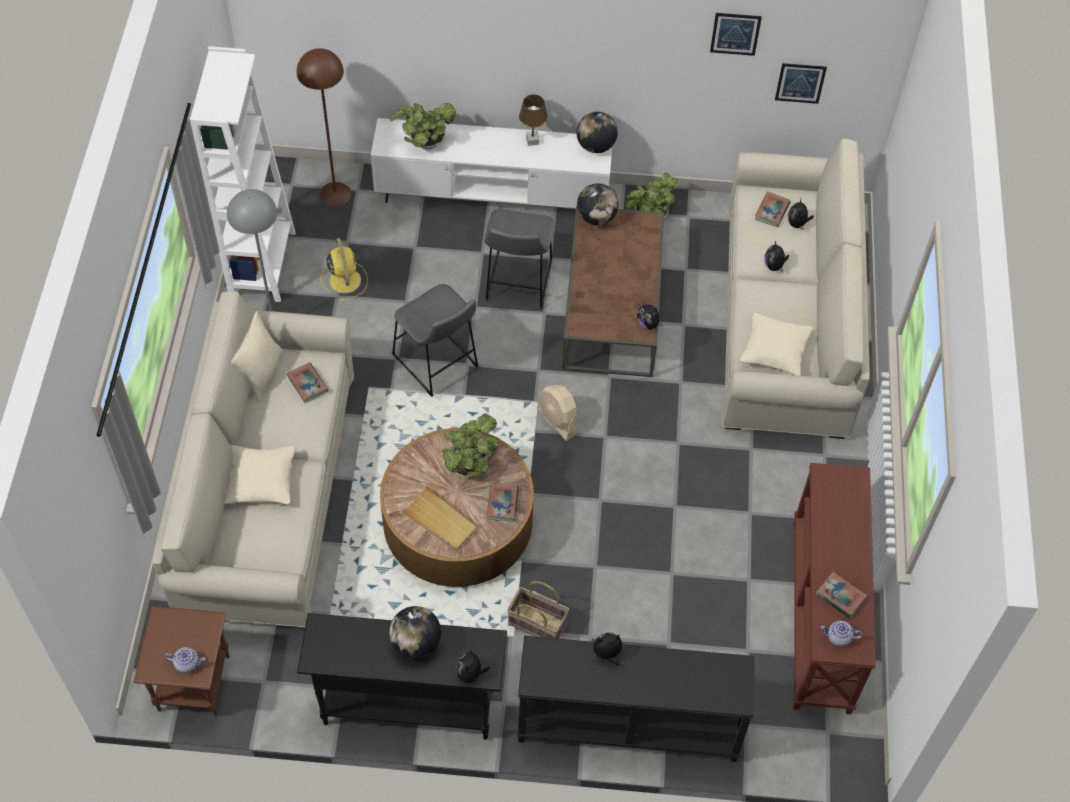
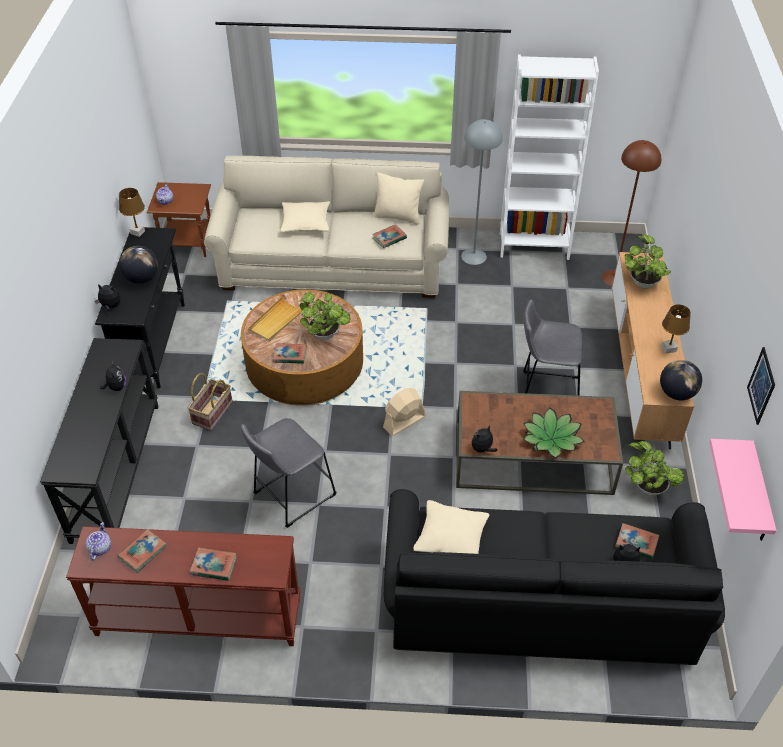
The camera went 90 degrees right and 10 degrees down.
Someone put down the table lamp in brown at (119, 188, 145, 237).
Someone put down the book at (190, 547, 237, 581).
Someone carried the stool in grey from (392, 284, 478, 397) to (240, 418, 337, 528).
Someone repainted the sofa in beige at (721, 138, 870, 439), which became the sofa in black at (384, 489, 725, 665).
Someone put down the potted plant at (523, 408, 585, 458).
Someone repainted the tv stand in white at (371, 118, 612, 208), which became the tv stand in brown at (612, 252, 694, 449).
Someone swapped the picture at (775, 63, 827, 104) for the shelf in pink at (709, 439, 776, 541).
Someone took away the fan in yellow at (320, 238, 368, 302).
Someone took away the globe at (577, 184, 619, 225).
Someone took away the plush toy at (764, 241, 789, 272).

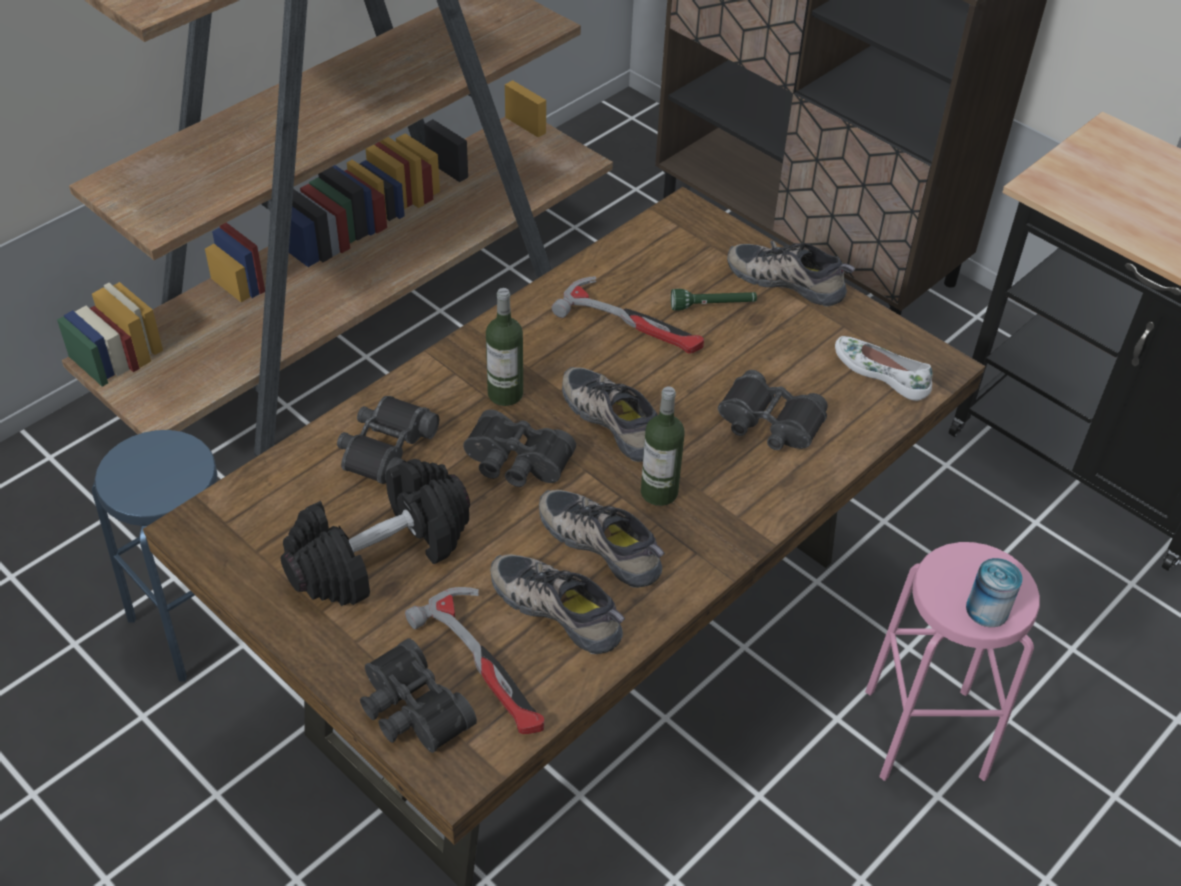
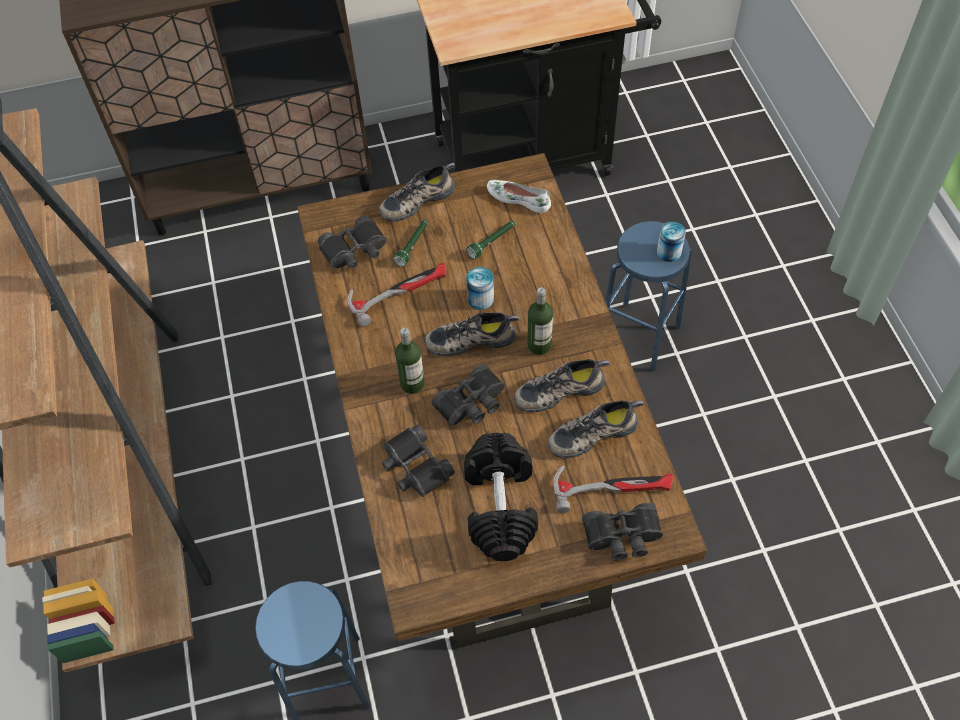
The camera went 55 degrees left and 10 degrees up.
Someone carried the binoculars in black from (718, 370, 828, 450) to (318, 215, 387, 269).
Someone put down the flashlight in green at (466, 221, 515, 259).
Someone put down the can at (466, 267, 494, 310).
Someone rotated the shoe in white at (835, 336, 932, 401) by 45 degrees clockwise.
Someone repainted the stool in pink at (865, 542, 1040, 781), which became the stool in blue at (605, 221, 692, 372).

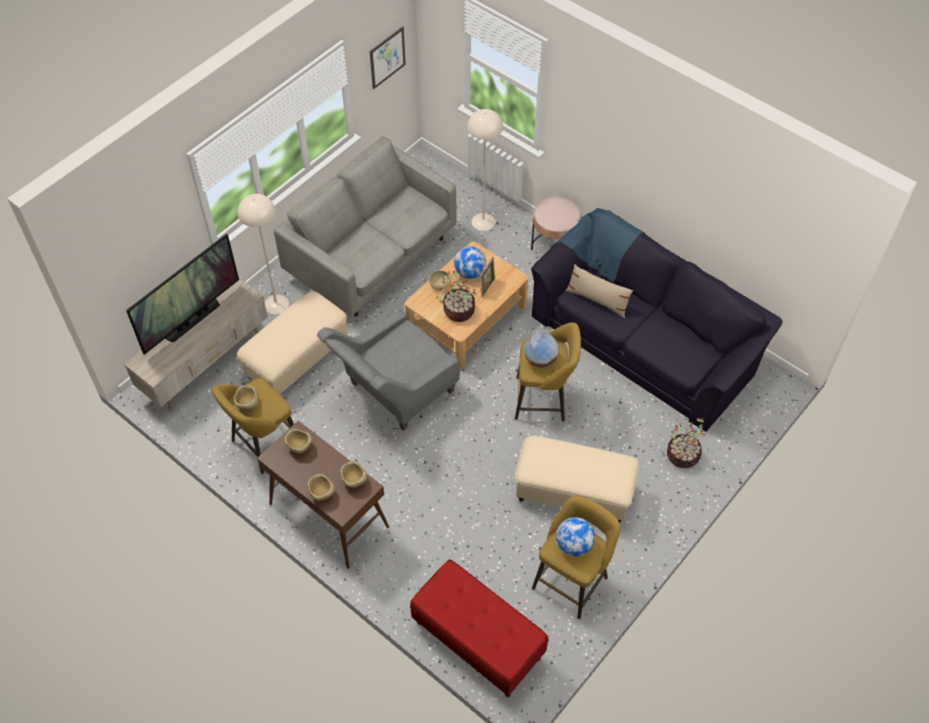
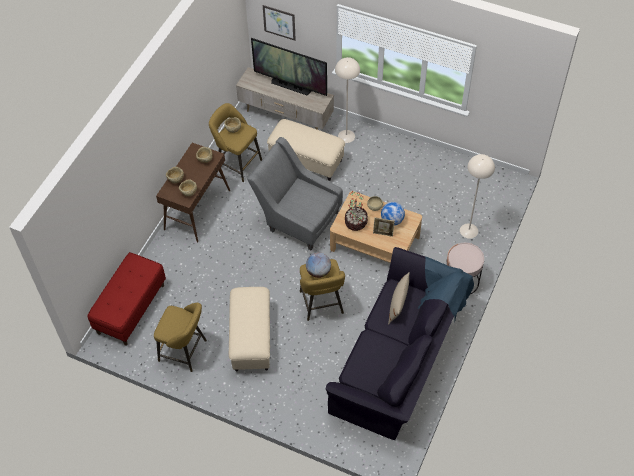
The camera went 75 degrees right and 0 degrees up.
Someone carried the picture from (369, 26, 406, 89) to (263, 5, 296, 41).
Someone took away the sofa in grey at (274, 136, 457, 316).
Someone took away the globe at (556, 517, 595, 556).
Someone took away the potted plant at (667, 417, 706, 468).

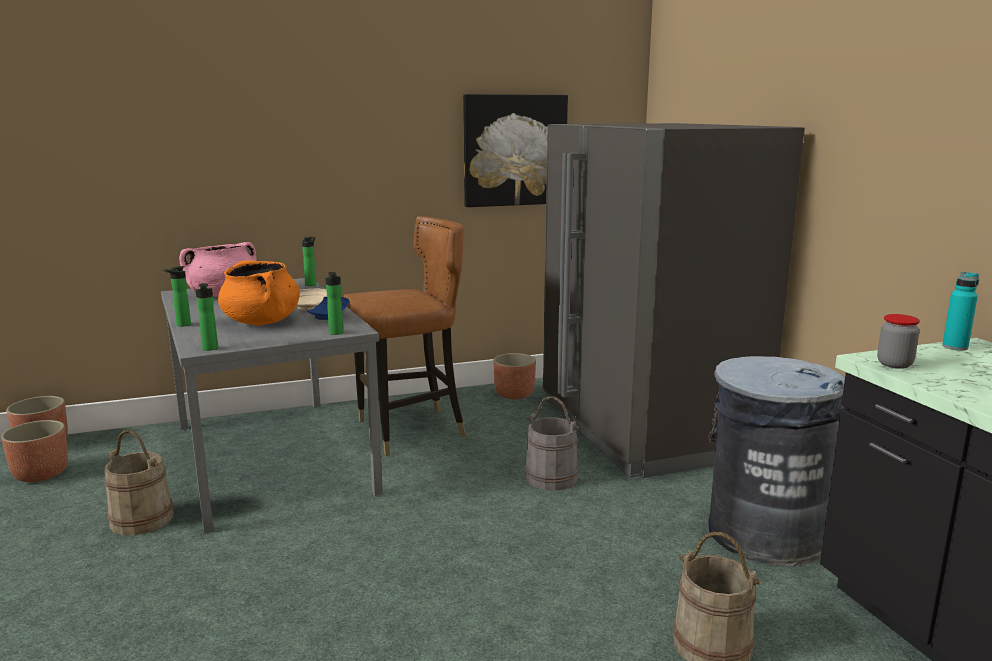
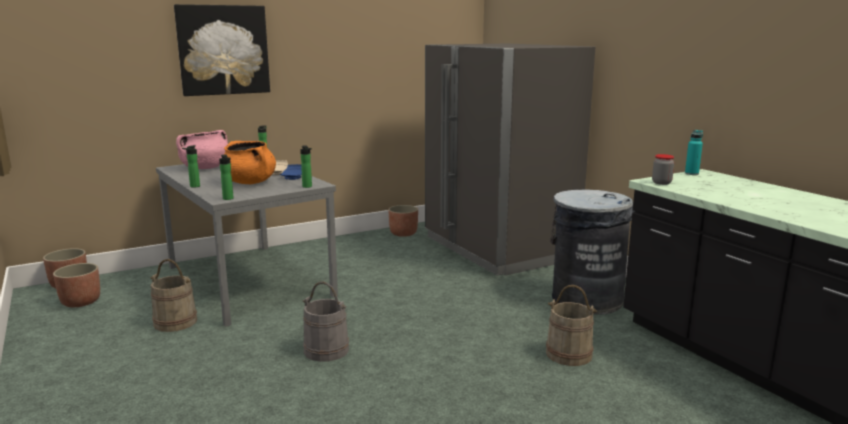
The camera went 10 degrees left and 0 degrees up.
Someone carried the picture from (463, 94, 568, 207) to (174, 4, 270, 96).
Someone carried the bucket in grey from (525, 396, 579, 491) to (303, 281, 349, 362).
Someone took away the chair in brown at (343, 216, 466, 456).

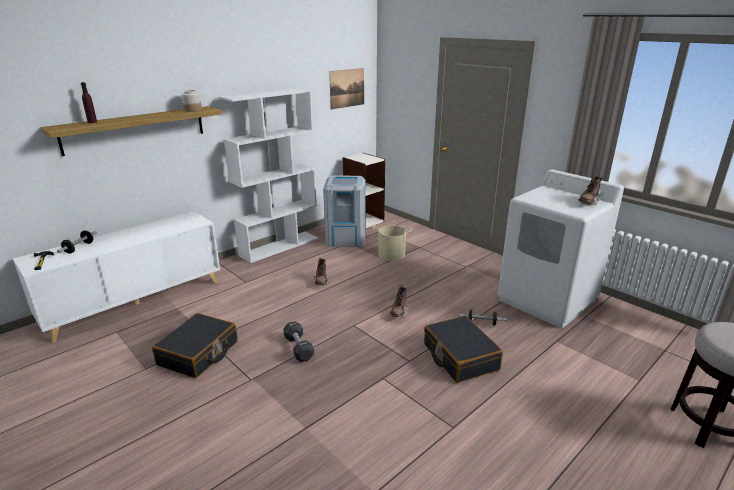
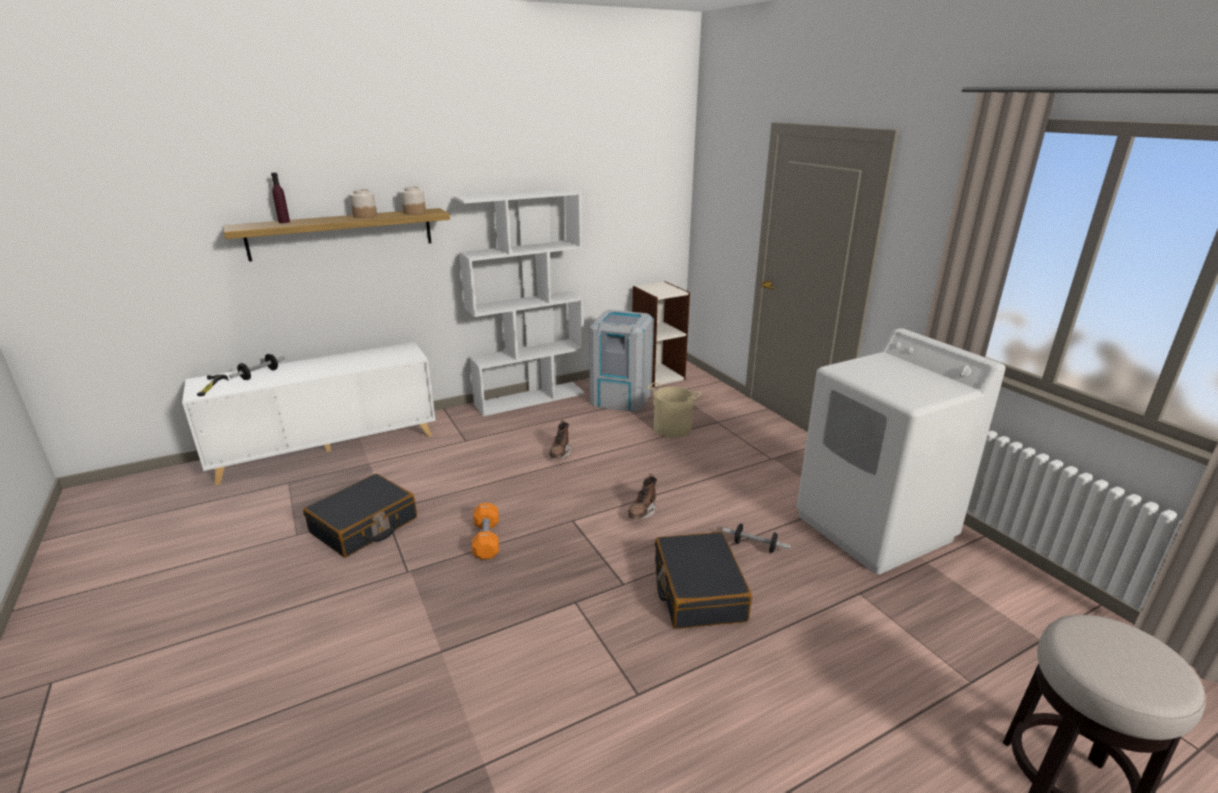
The camera went 15 degrees right and 0 degrees up.
Someone put down the jar at (350, 189, 377, 218).
Someone repainted the dumbbell in black at (283, 321, 314, 362), which became the dumbbell in orange at (472, 503, 499, 560).
Someone took away the picture at (329, 68, 364, 109).
Someone took away the boot in brown at (578, 175, 602, 205).

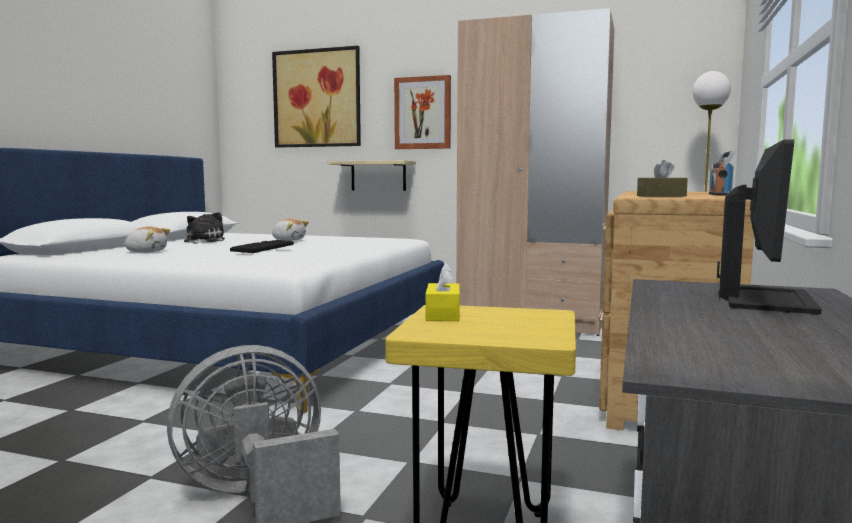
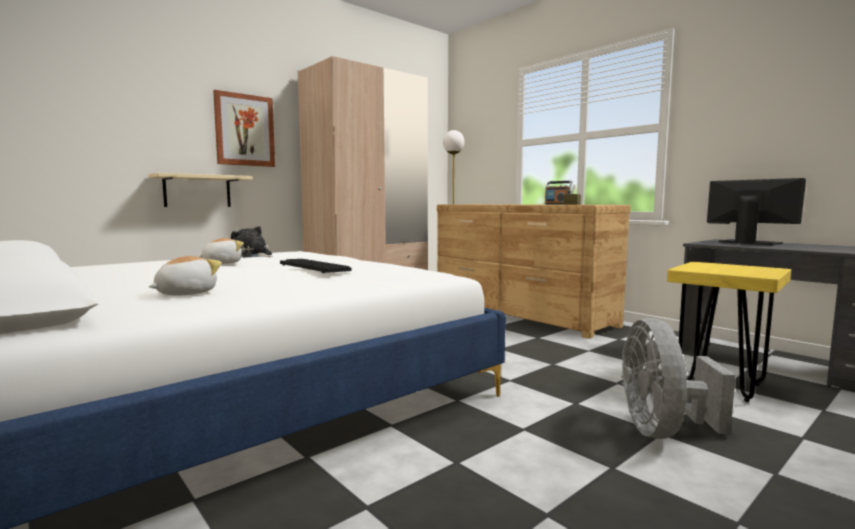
The camera went 60 degrees left and 0 degrees up.
Someone carried the plush toy from (184, 212, 225, 244) to (231, 226, 273, 257).
Someone took away the picture at (272, 46, 361, 148).
Someone took away the tissue box in yellow at (425, 263, 460, 321).

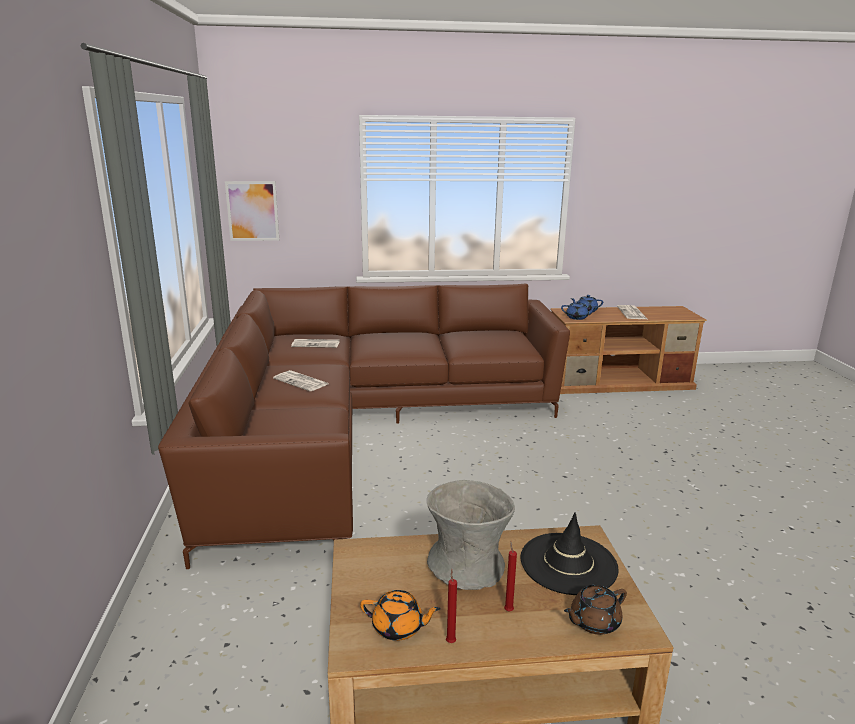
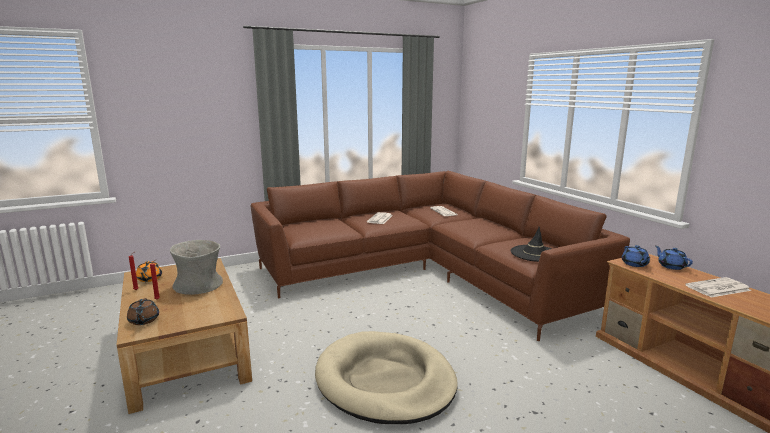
The camera went 70 degrees right and 5 degrees down.
Someone rotated the teapot in brown at (564, 585, 627, 635) by 150 degrees counterclockwise.
Someone put down the dog bed in beige at (315, 331, 458, 424).
Someone carried the hat in black from (521, 513, 619, 595) to (511, 227, 552, 262).
Someone took away the picture at (225, 181, 279, 241).

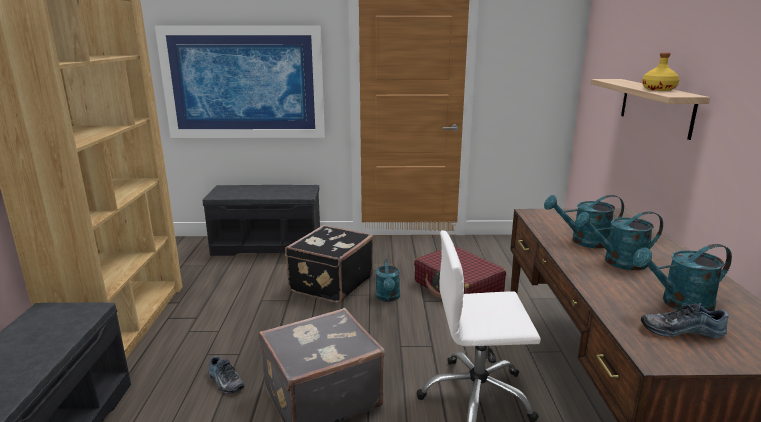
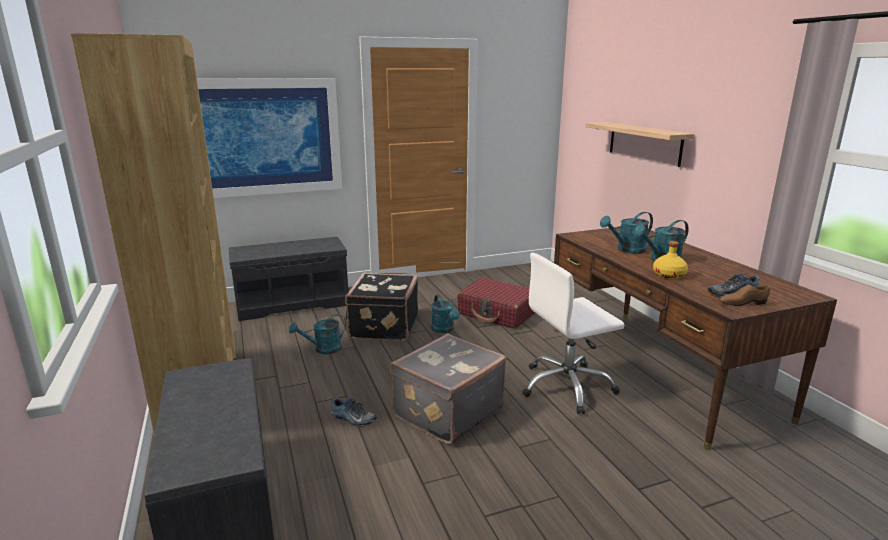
The camera went 20 degrees left and 0 degrees up.
Someone carried the watering can in turquoise from (633, 244, 732, 311) to (289, 314, 346, 354).
Someone carried the bottle in yellow from (642, 53, 679, 91) to (653, 241, 688, 279).
Someone put down the shoe in brown at (719, 284, 770, 306).

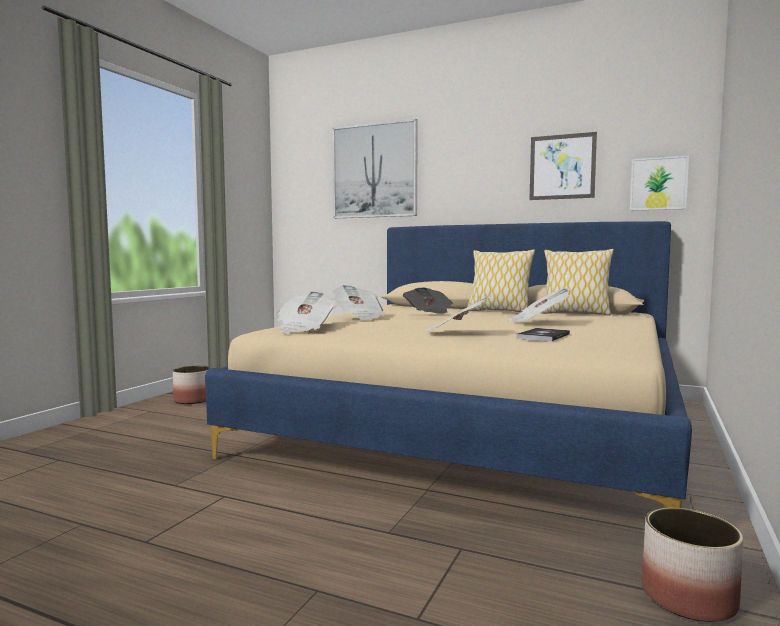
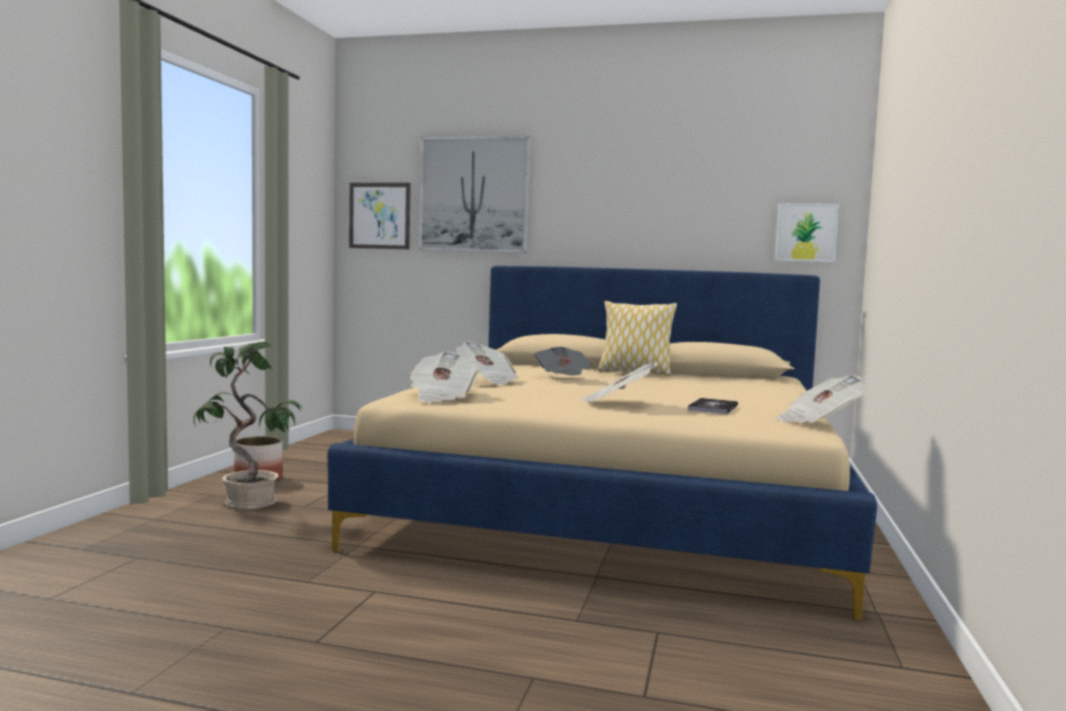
The camera went 10 degrees left and 0 degrees up.
Someone put down the potted plant at (193, 342, 302, 510).
Someone carried the picture from (529, 132, 597, 200) to (349, 183, 411, 249).
Someone carried the newspaper from (508, 288, 571, 322) to (776, 376, 867, 423).
Someone took away the pillow at (542, 249, 614, 316).
Someone took away the planter at (642, 508, 743, 622).

